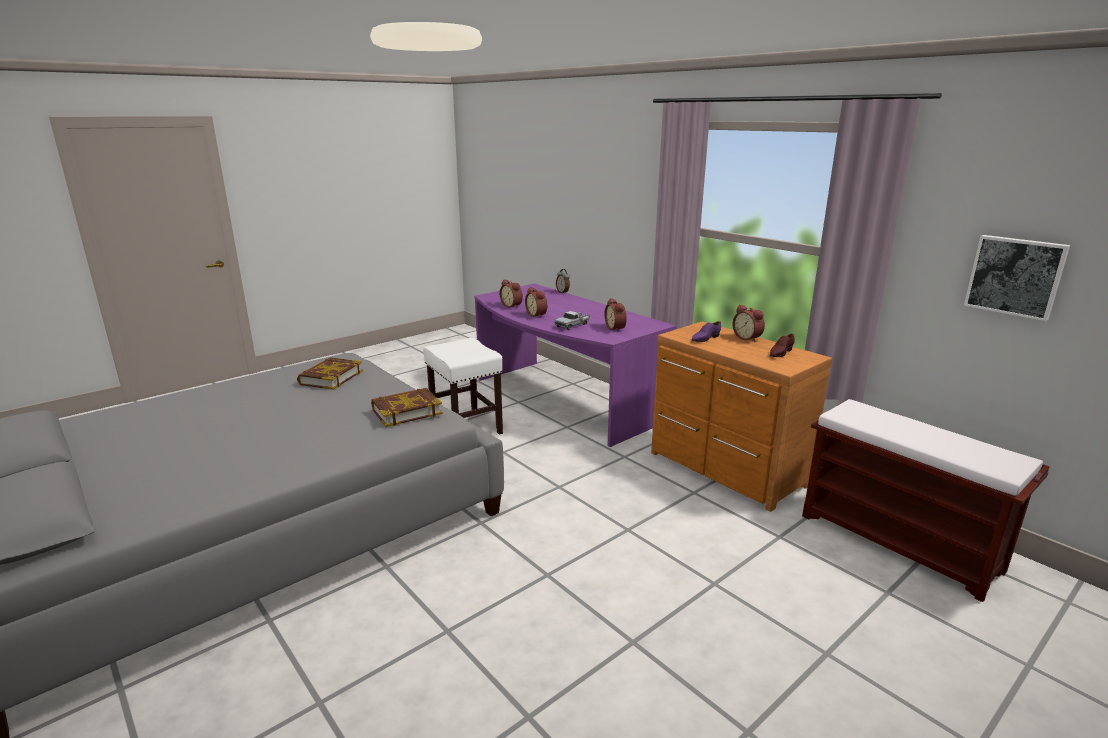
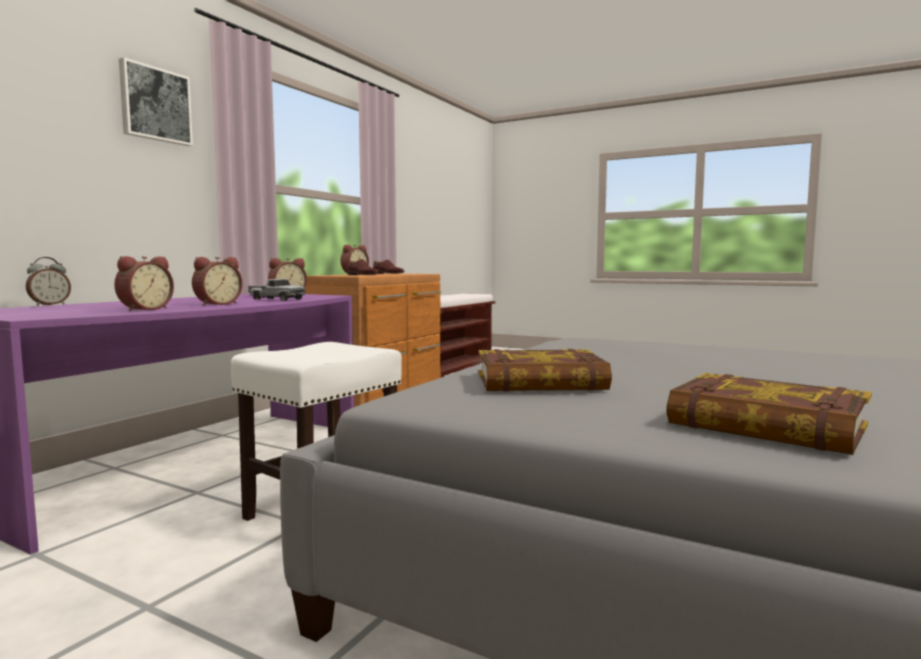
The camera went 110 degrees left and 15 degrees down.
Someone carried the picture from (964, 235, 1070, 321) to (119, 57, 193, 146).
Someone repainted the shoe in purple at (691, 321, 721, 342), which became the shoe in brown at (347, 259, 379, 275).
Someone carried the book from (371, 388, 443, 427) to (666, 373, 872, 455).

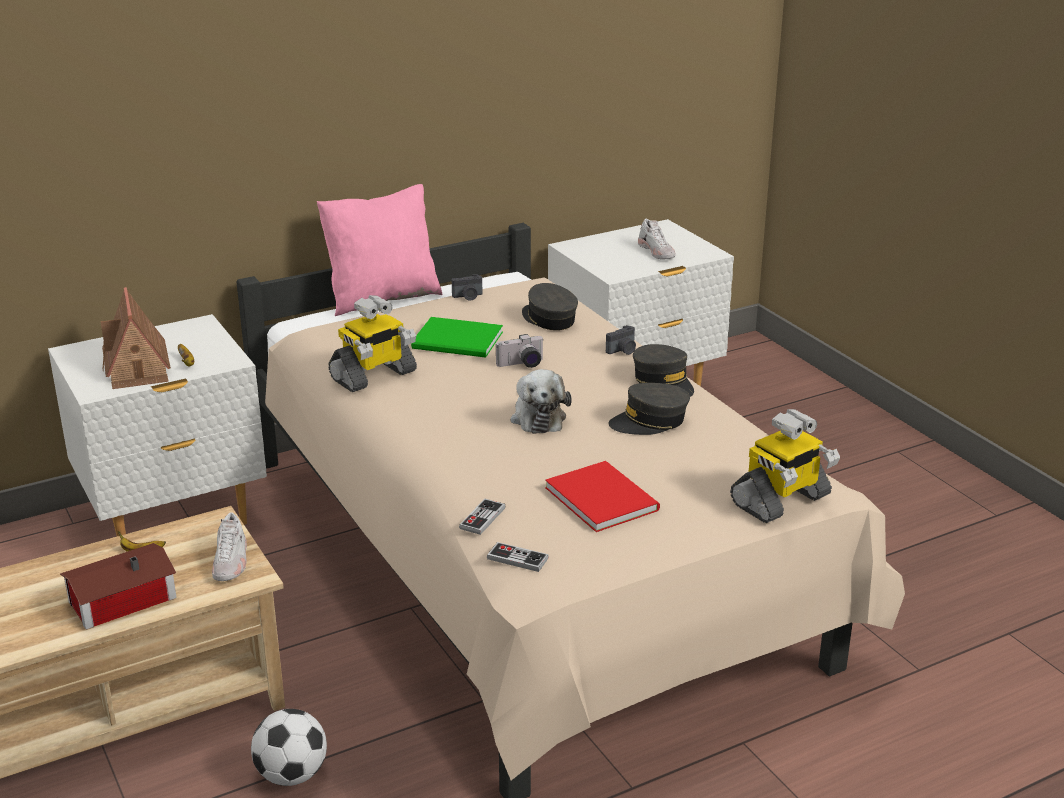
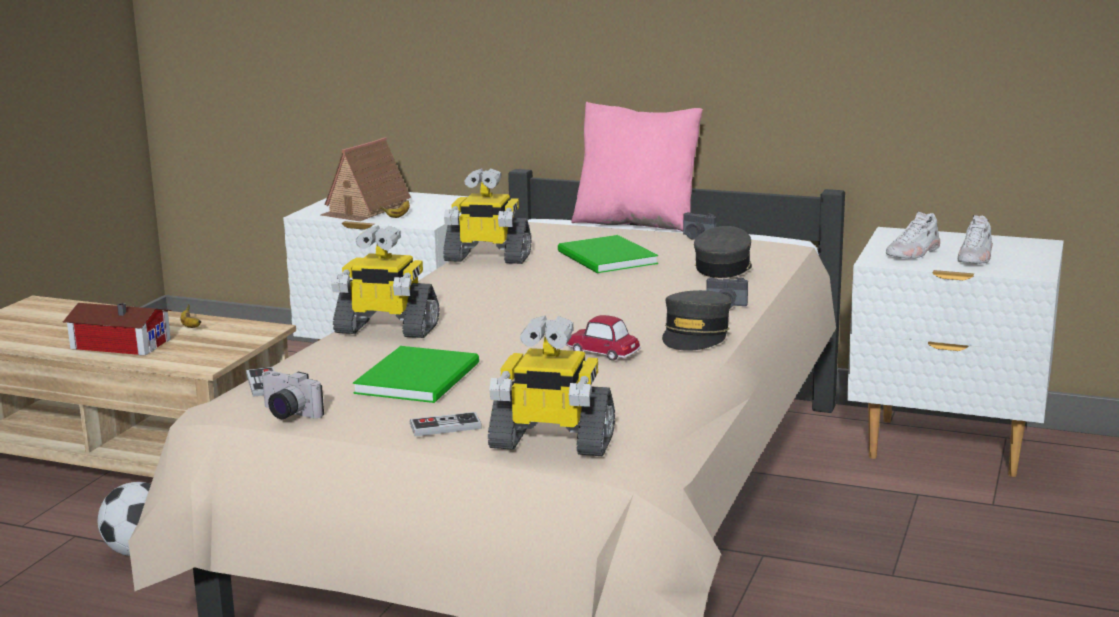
The camera went 50 degrees right and 10 degrees down.
Someone carried the photo camera from (496, 334, 544, 368) to (261, 371, 324, 419).
Someone put down the toy robot at (331, 225, 440, 338).
Someone repainted the book in red at (545, 461, 660, 532), which became the book in green at (353, 346, 479, 403).
Someone carried the game controller from (459, 499, 505, 535) to (410, 412, 482, 436).
Someone swapped the cap in grey at (608, 383, 690, 435) for the toy car at (566, 315, 641, 361).
Someone carried the shoe in white from (212, 512, 247, 581) to (886, 211, 940, 259).
Someone took away the plush toy at (510, 369, 572, 434).

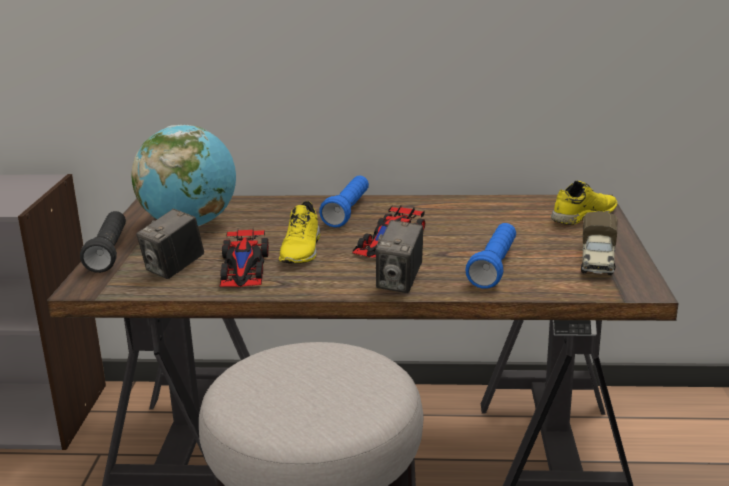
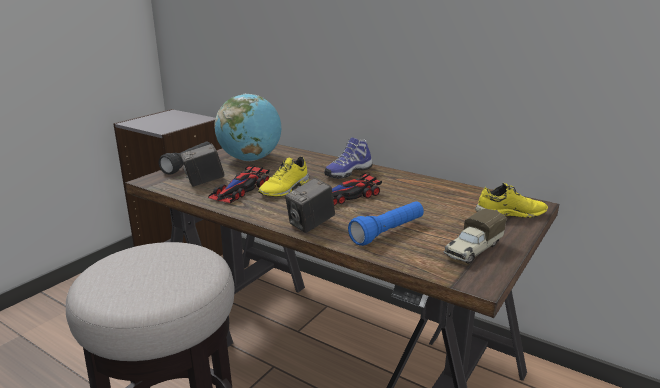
The camera went 30 degrees right and 0 degrees up.
Someone swapped the flashlight in blue at (319, 176, 369, 228) for the shoe at (324, 137, 373, 179).

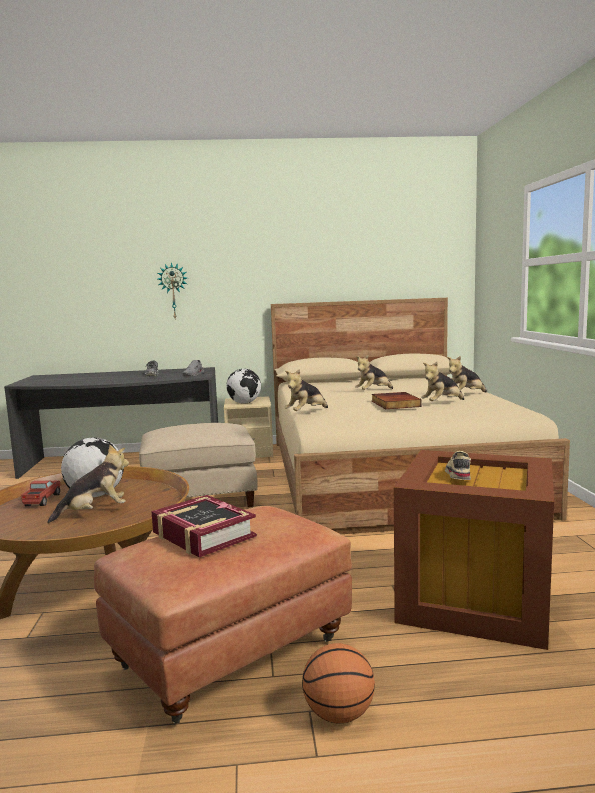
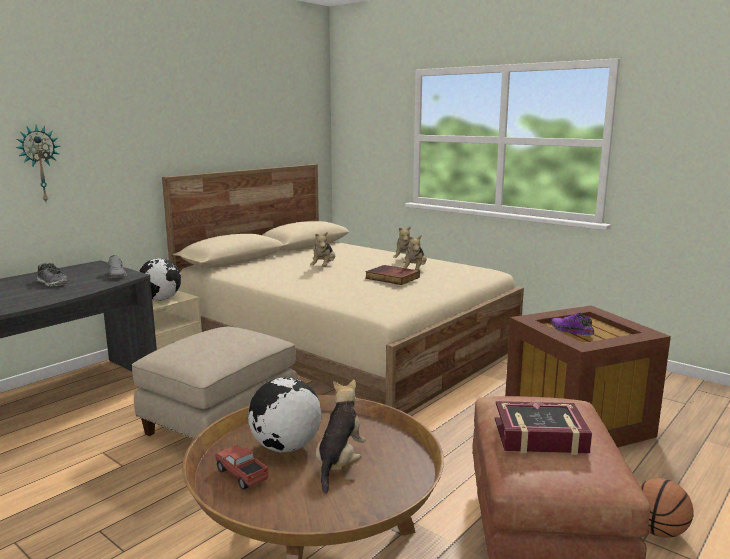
The camera went 45 degrees left and 5 degrees up.
Someone repainted the shoe in beige at (445, 451, 471, 480), which became the shoe in purple at (552, 313, 594, 335).
Someone took away the plush toy at (285, 369, 328, 411).

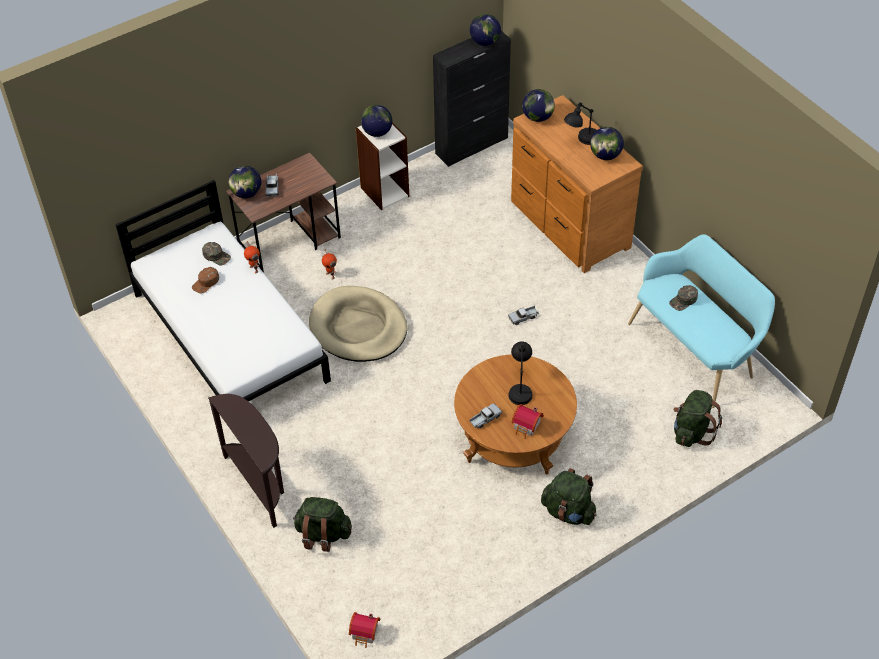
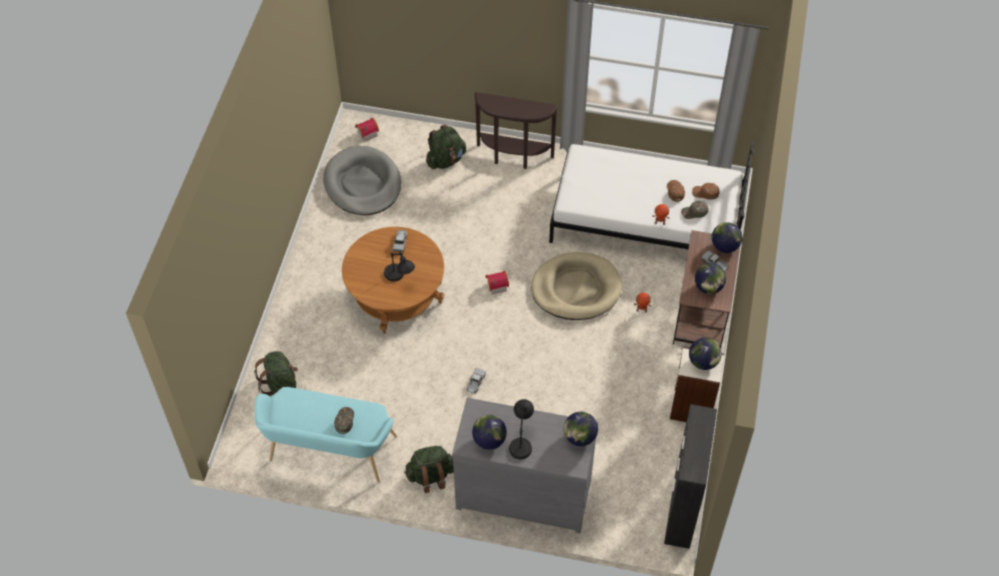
The camera went 135 degrees right and 5 degrees up.
Someone put down the dog bed in grey at (323, 146, 401, 215).
Someone carried the backpack in green from (541, 468, 596, 525) to (404, 446, 454, 493).
Someone repainted the dresser in brown at (511, 95, 643, 273), which became the dresser in grey at (452, 398, 598, 533).
Someone carried the toy house from (511, 404, 544, 439) to (485, 271, 509, 294).
Someone put down the cap in brown at (692, 183, 719, 200).
Someone carried the globe from (470, 14, 501, 46) to (695, 263, 726, 294).

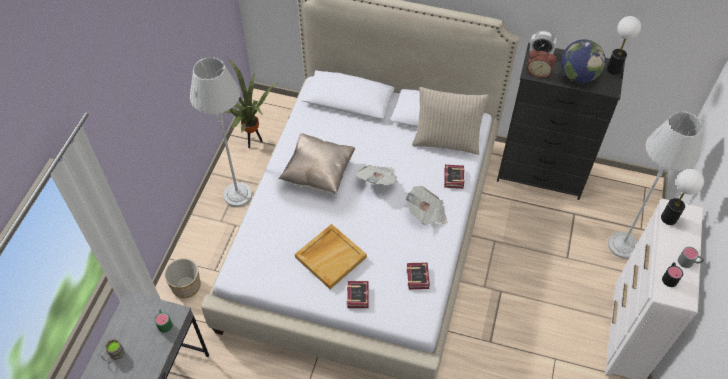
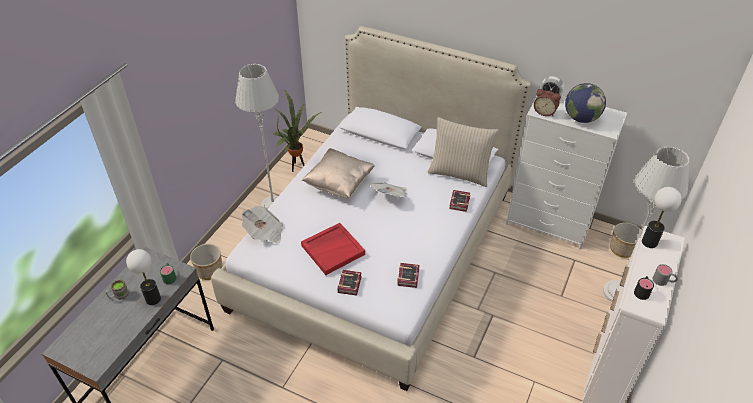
The camera went 10 degrees right and 10 degrees down.
Someone carried the table lamp from (607, 16, 641, 75) to (126, 249, 161, 305).
Someone carried the newspaper from (405, 186, 447, 226) to (242, 206, 283, 243).
Someone repainted the tray in beige at (295, 224, 367, 289), which became the tray in red at (301, 223, 365, 275).
Someone repainted the dresser in black at (497, 43, 625, 200), which became the dresser in white at (506, 95, 627, 249).
Someone put down the planter at (610, 222, 641, 258).

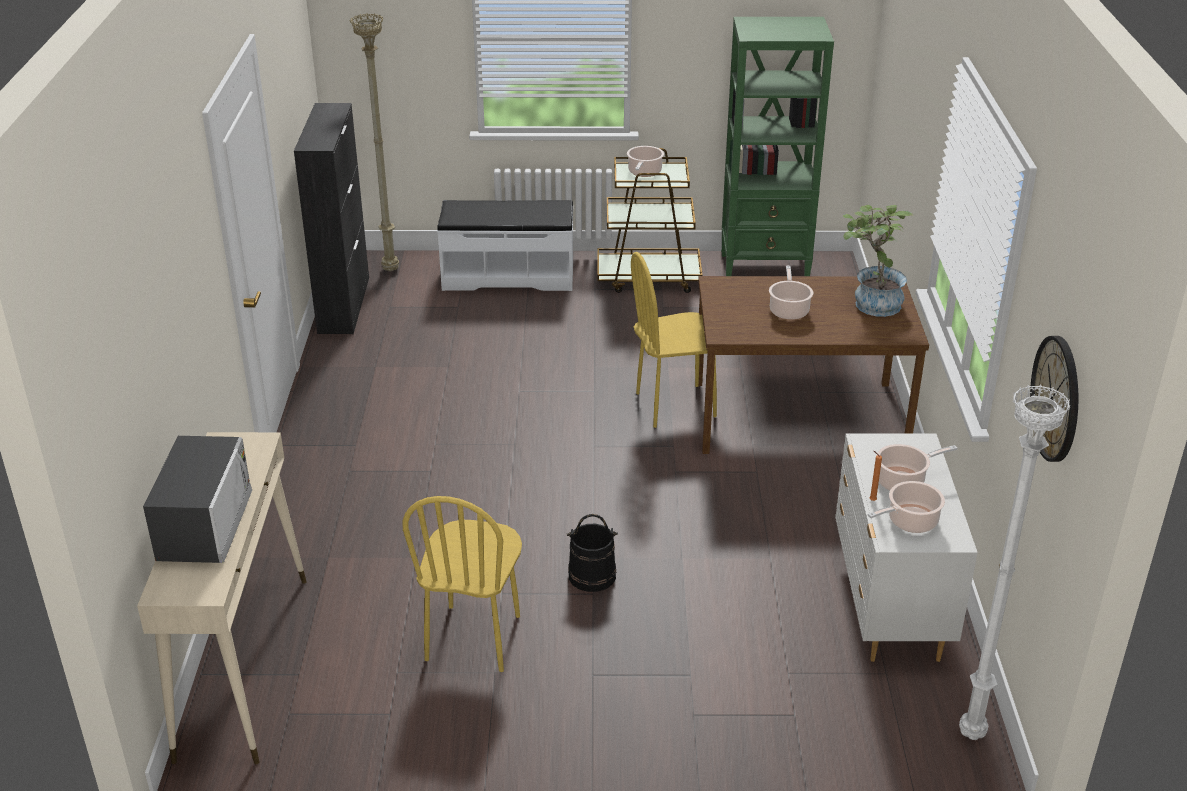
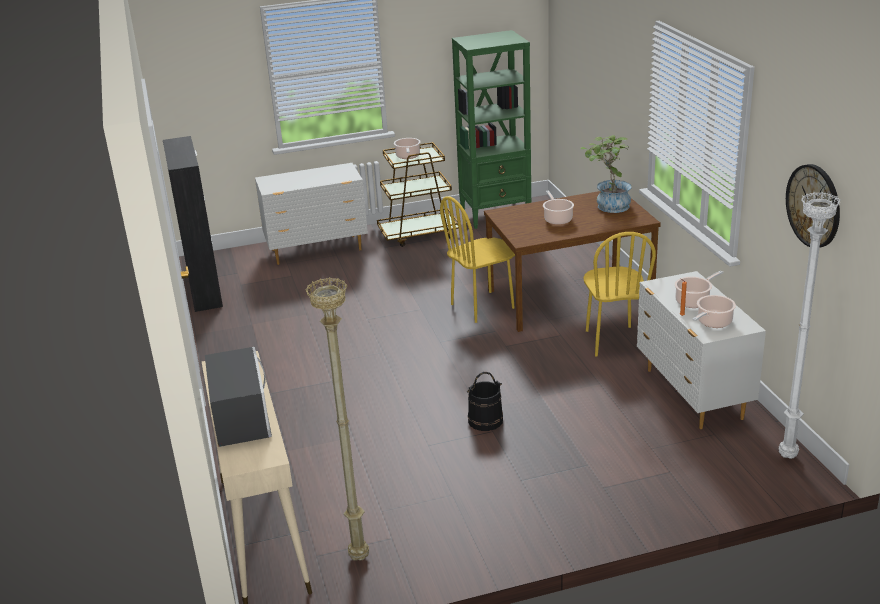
The camera went 15 degrees left and 5 degrees down.
Someone swapped the bench in white at (437, 200, 573, 291) for the dresser in white at (255, 163, 368, 265).
Someone carried the floor lamp in beige from (350, 13, 399, 271) to (305, 277, 369, 561).
Someone carried the chair in yellow from (403, 496, 522, 672) to (583, 232, 656, 357).

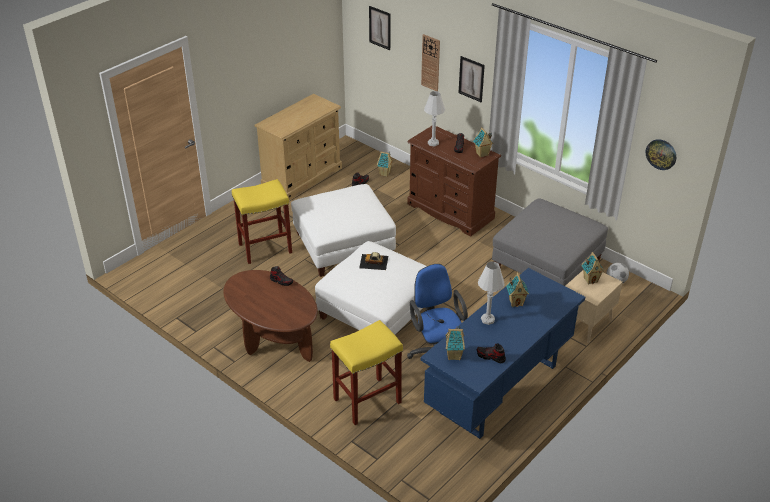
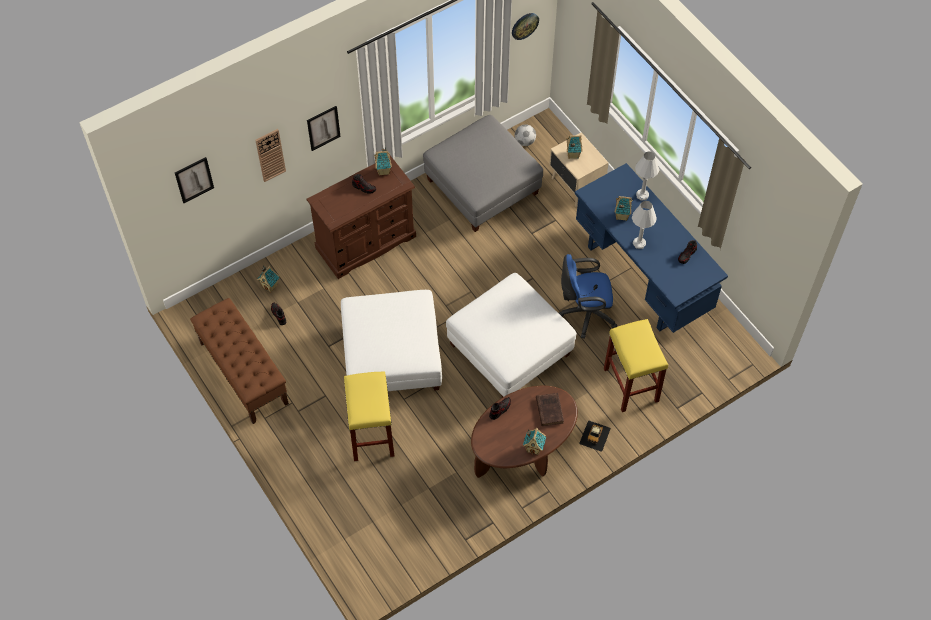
The camera went 75 degrees left and 20 degrees up.
Someone swapped the dresser in beige at (255, 94, 342, 200) for the bench in brown at (190, 298, 289, 424).
Someone carried the toy house from (445, 326, 465, 360) to (523, 428, 546, 455).
Someone put down the book in brown at (536, 393, 564, 426).
Someone carried the toy car from (359, 252, 388, 270) to (579, 420, 611, 452).
Someone carried the table lamp in white from (424, 91, 445, 147) to (635, 151, 659, 201).

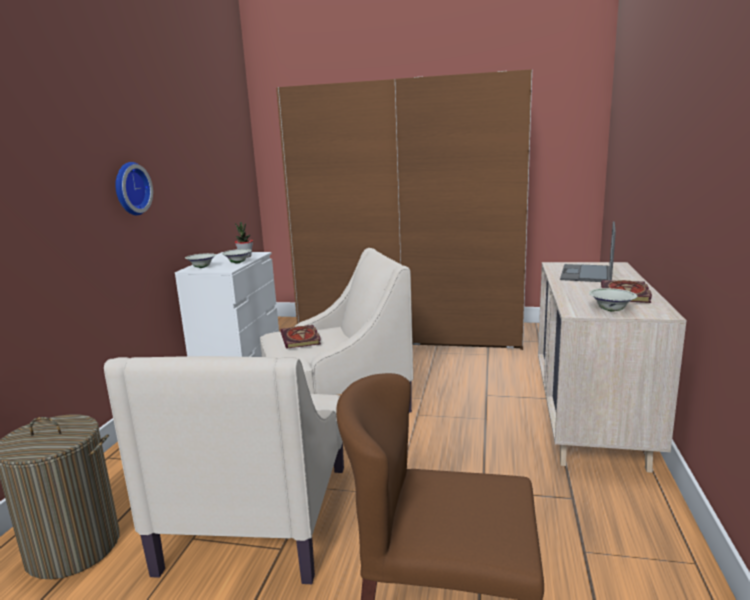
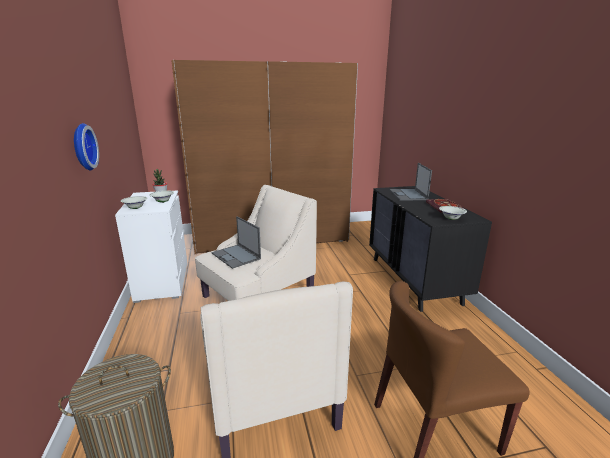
The camera went 25 degrees left and 5 degrees up.
Someone swapped the book at (280, 325, 321, 349) for the laptop at (212, 216, 261, 269).
Someone repainted the dresser in beige at (538, 262, 687, 473), which became the dresser in black at (369, 186, 492, 312).

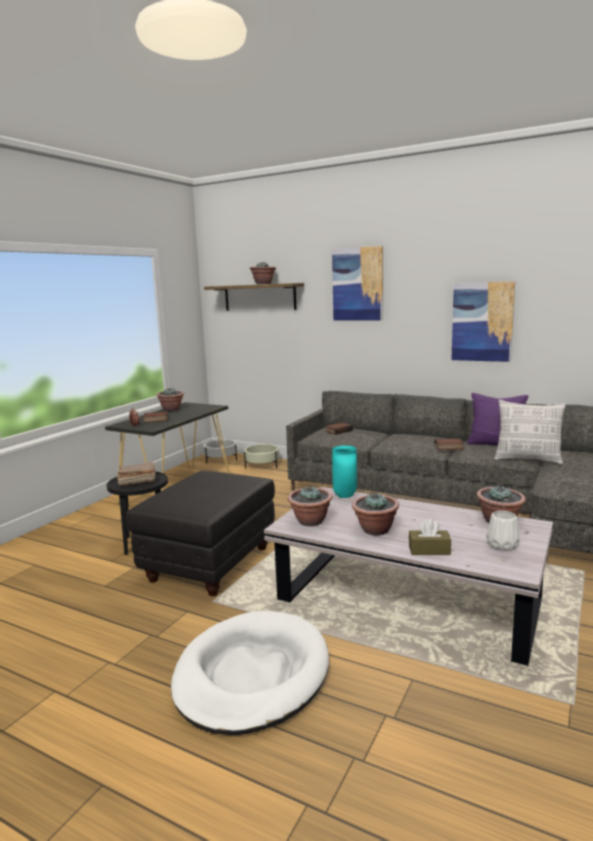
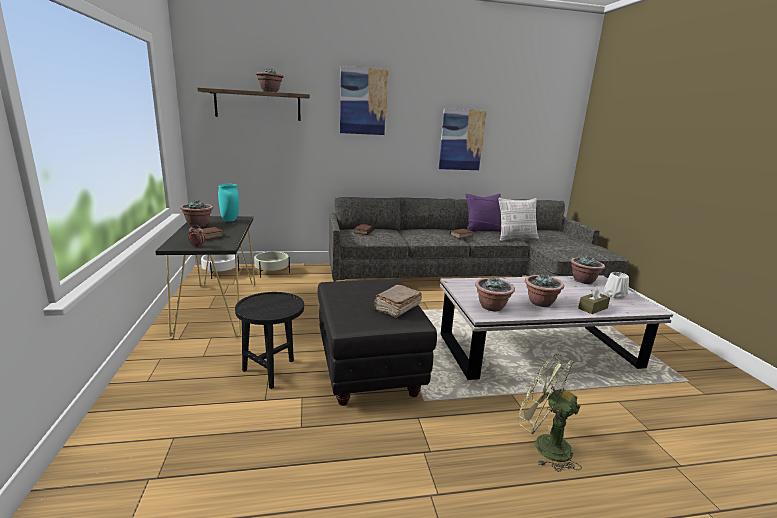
The camera went 40 degrees left and 5 degrees up.
Someone carried the vase in turquoise from (332, 445, 357, 498) to (218, 184, 239, 222).
Someone carried the book in brown from (117, 462, 155, 486) to (374, 285, 422, 318).
Someone swapped the dog bed in white at (171, 611, 329, 735) for the fan in green at (518, 354, 582, 472).

